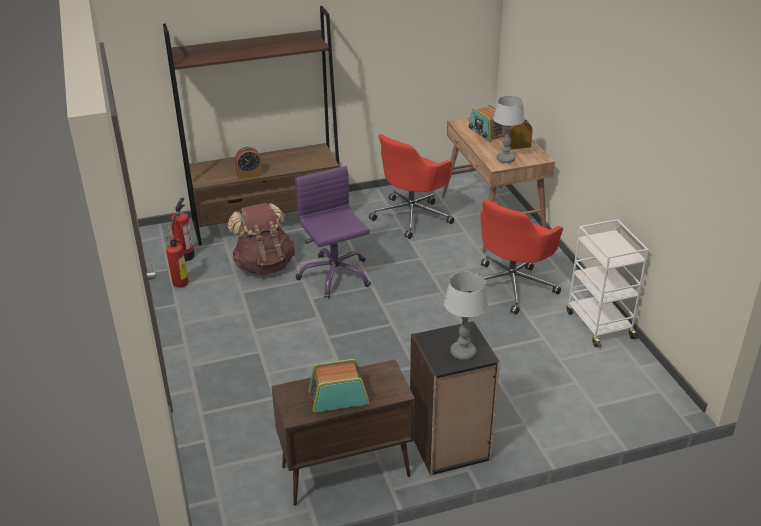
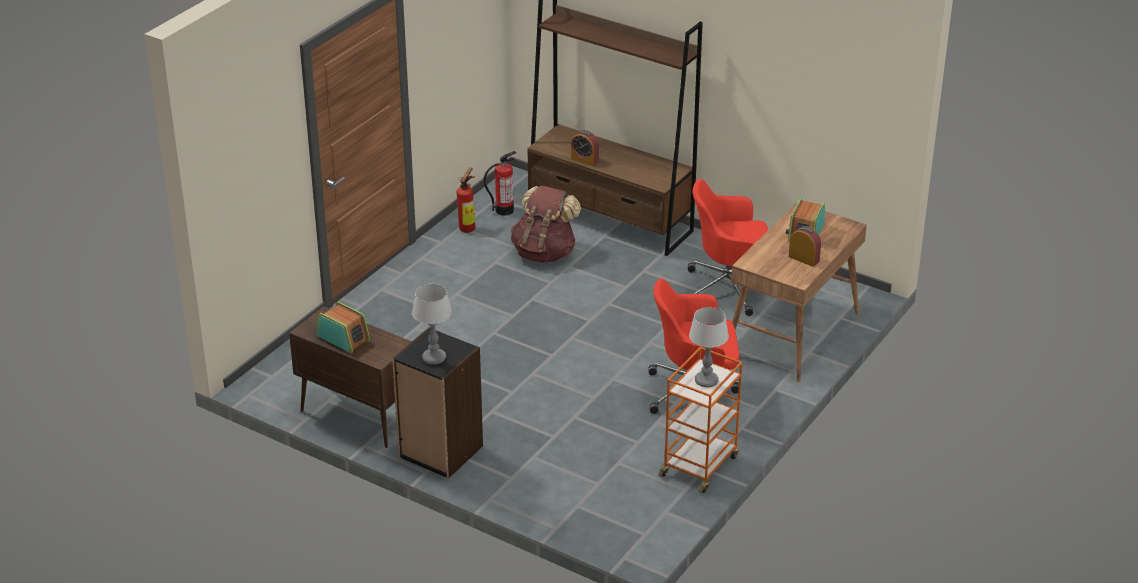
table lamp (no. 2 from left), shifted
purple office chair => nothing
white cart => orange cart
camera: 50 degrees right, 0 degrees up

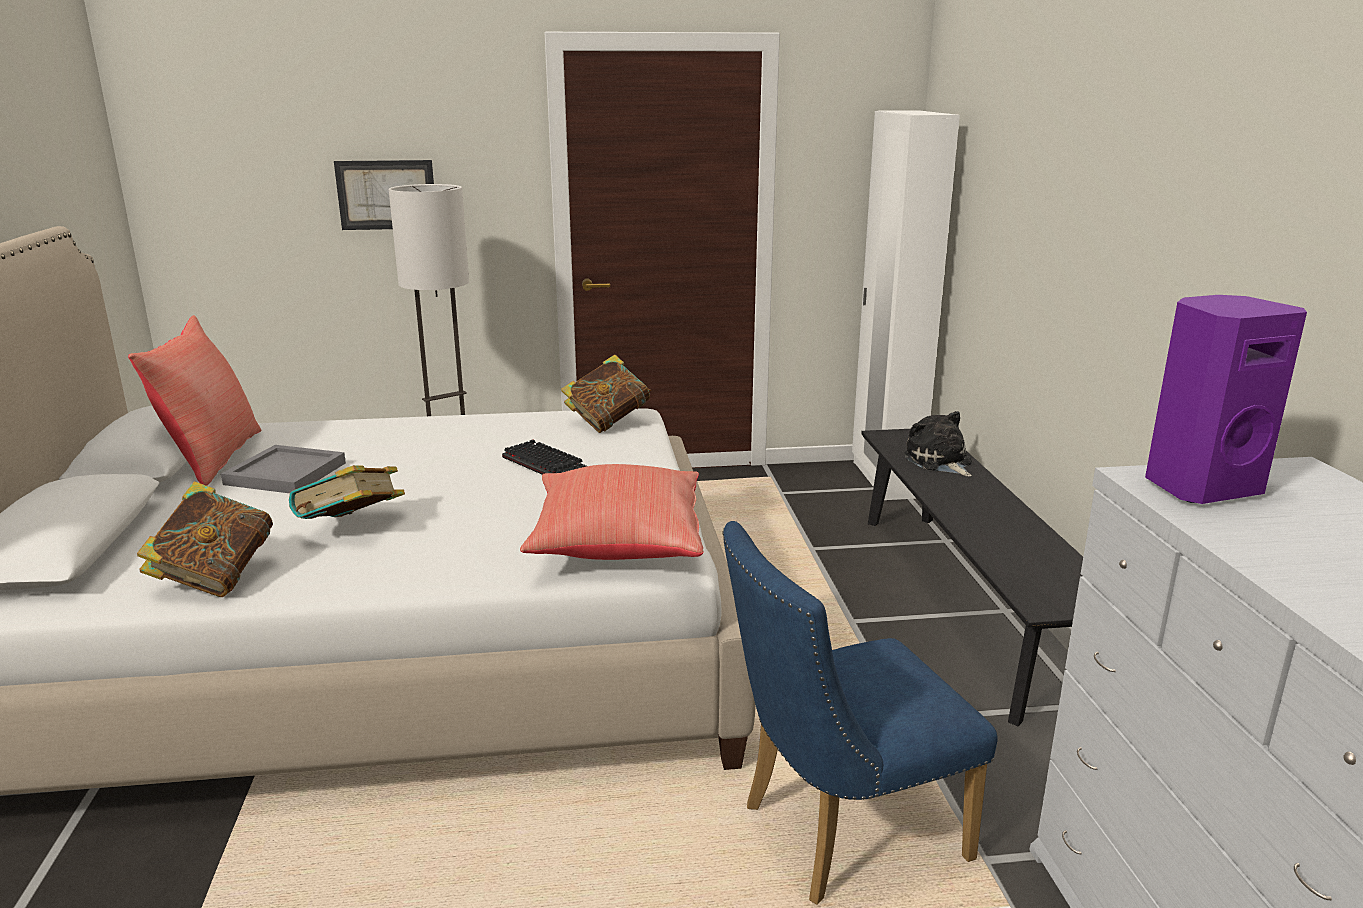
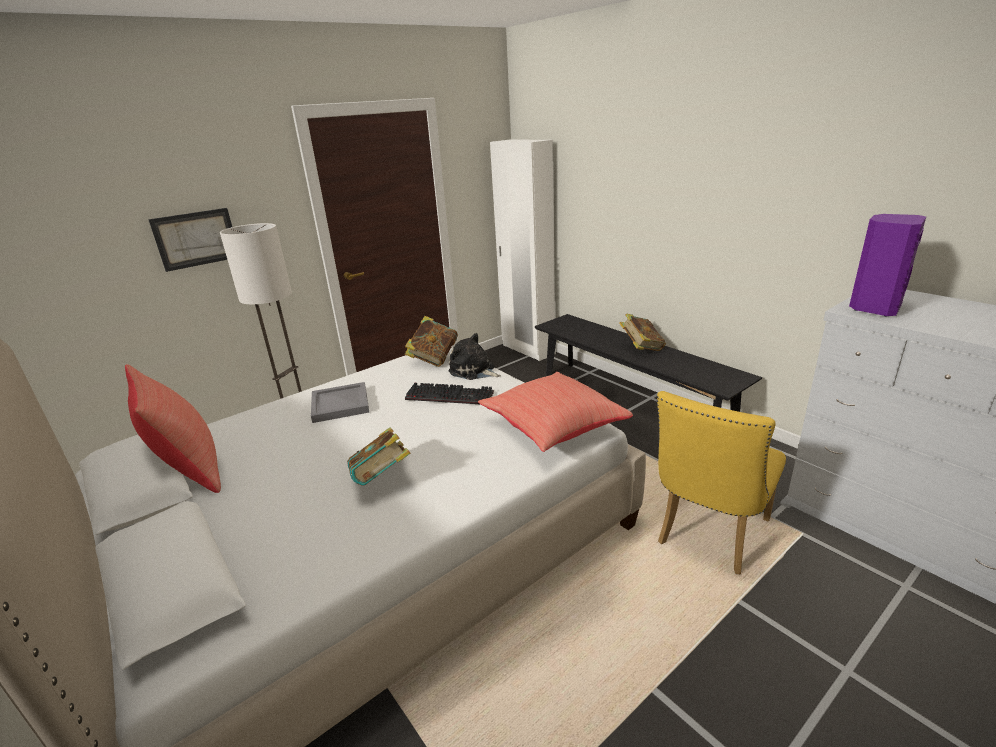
plush toy, shifted
grey tray, shifted
book (no. 1 from left in the first image) => book (no. 3 from left), shifted
blue chair => yellow chair
camera: 30 degrees left, 5 degrees up

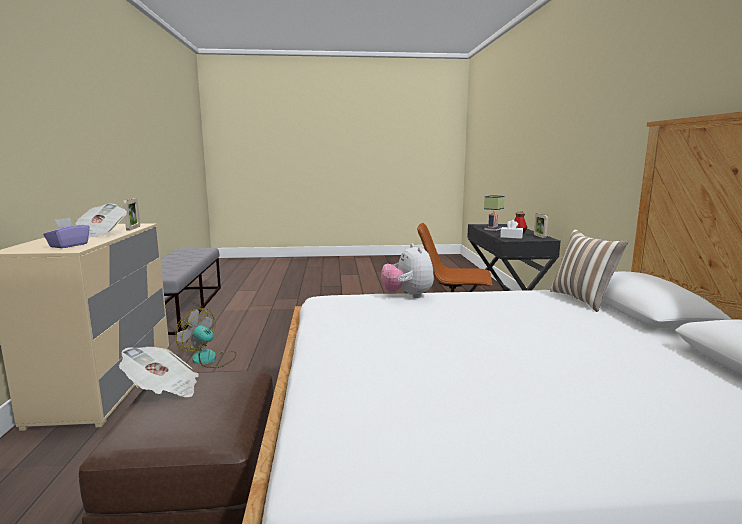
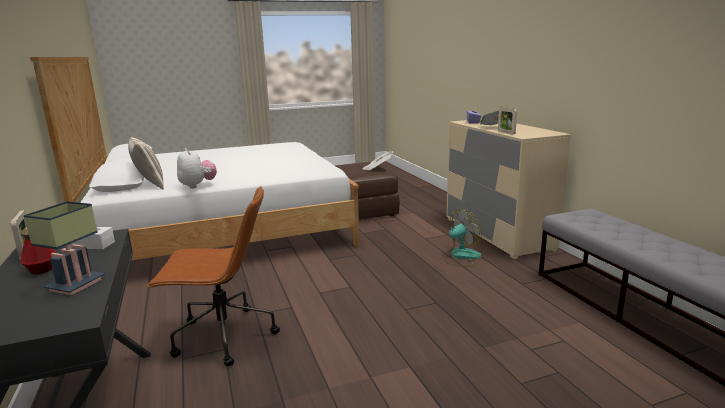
plush toy, shifted
fan, 45 degrees counterclockwise
camera: 165 degrees right, 5 degrees up

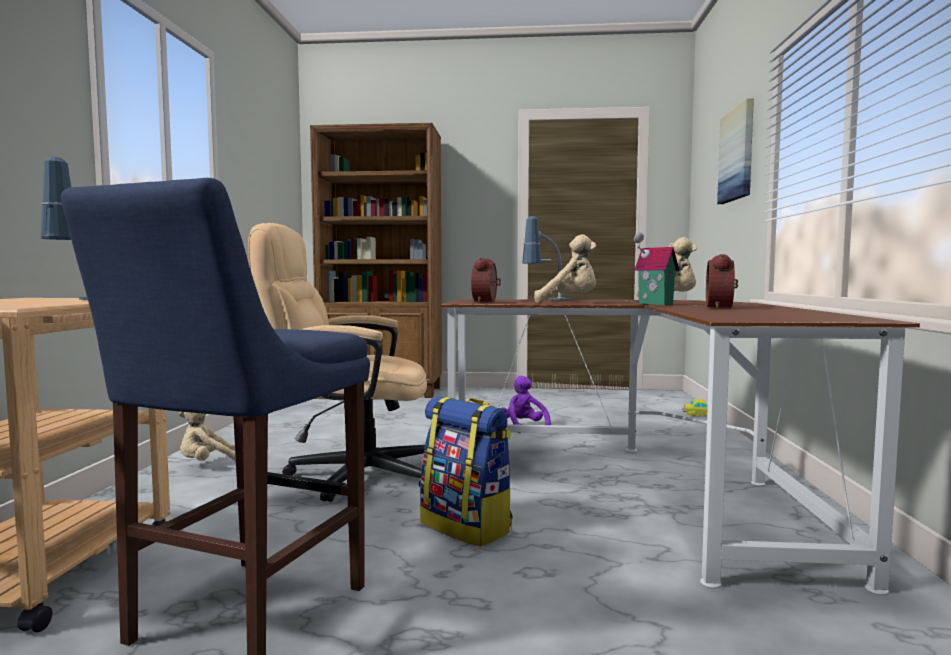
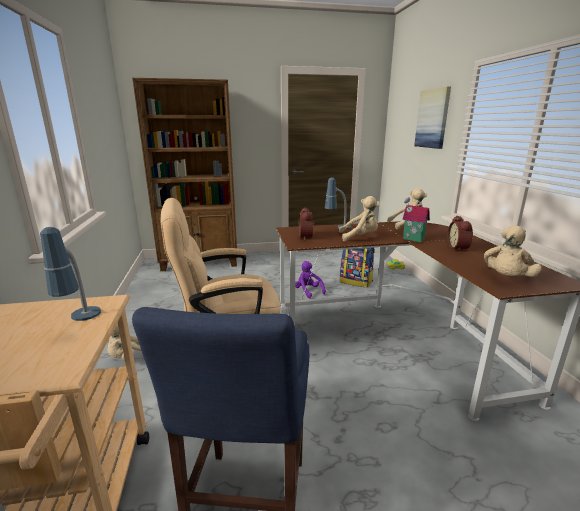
backpack, shifted
nothing => beige plush toy (no. 4 from left)
camera: 15 degrees left, 15 degrees up

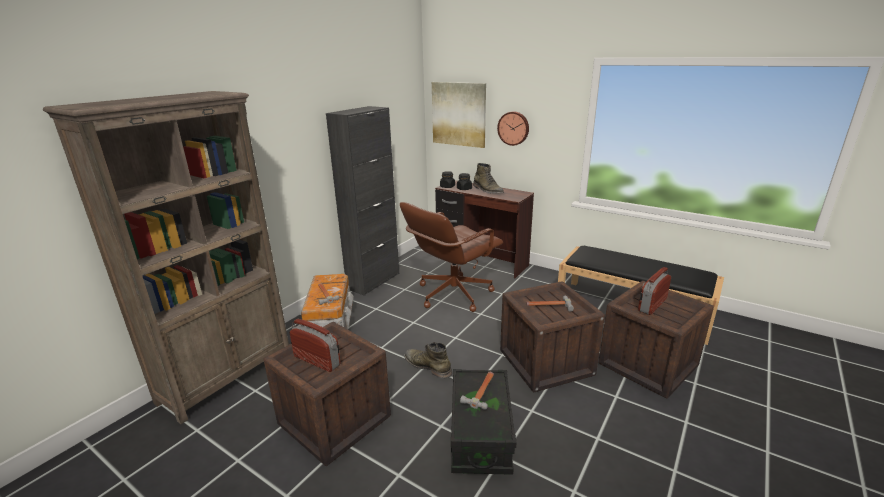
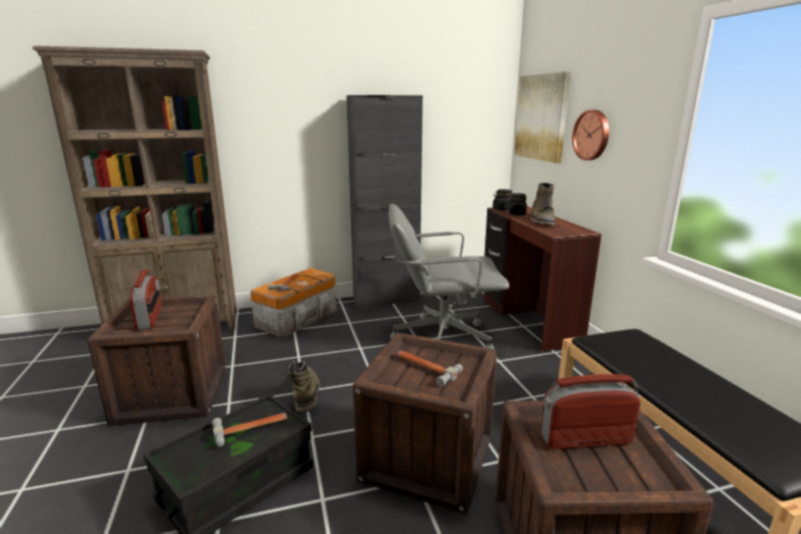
brown office chair => grey office chair
camera: 40 degrees right, 5 degrees down

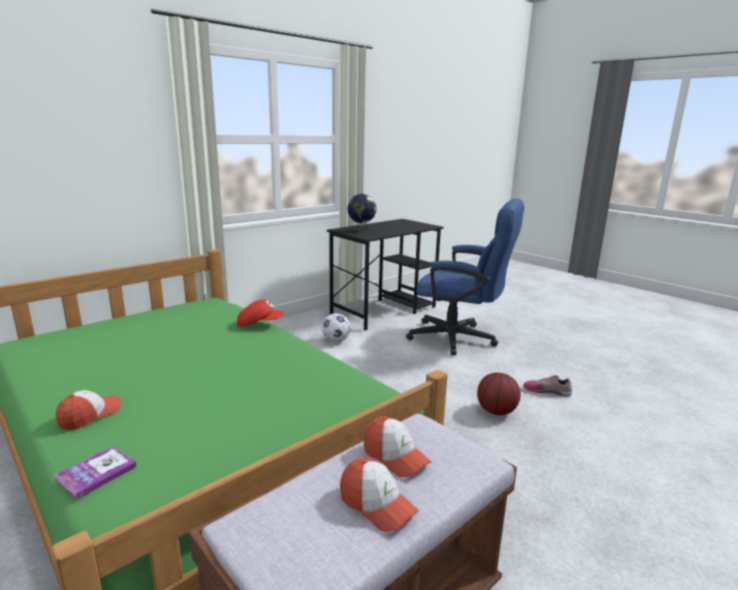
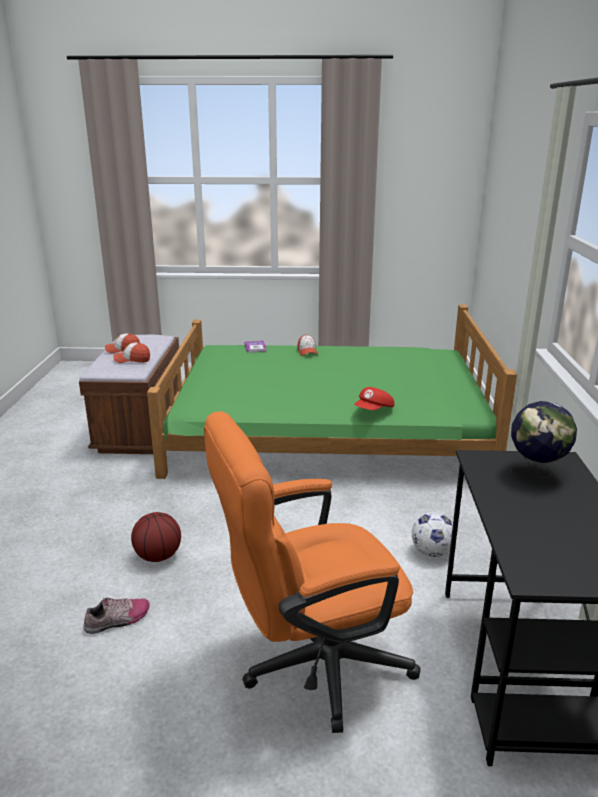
blue office chair => orange office chair
camera: 135 degrees right, 5 degrees up

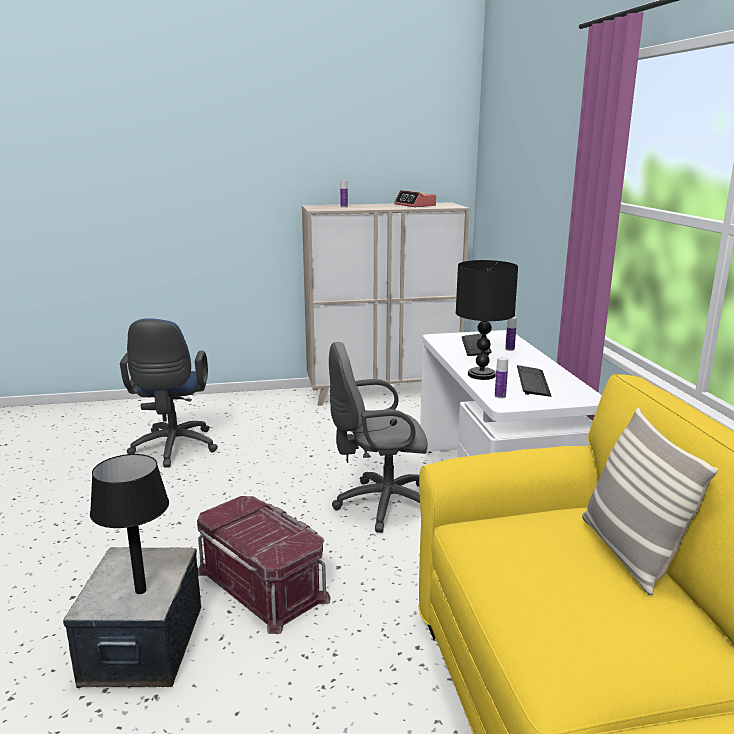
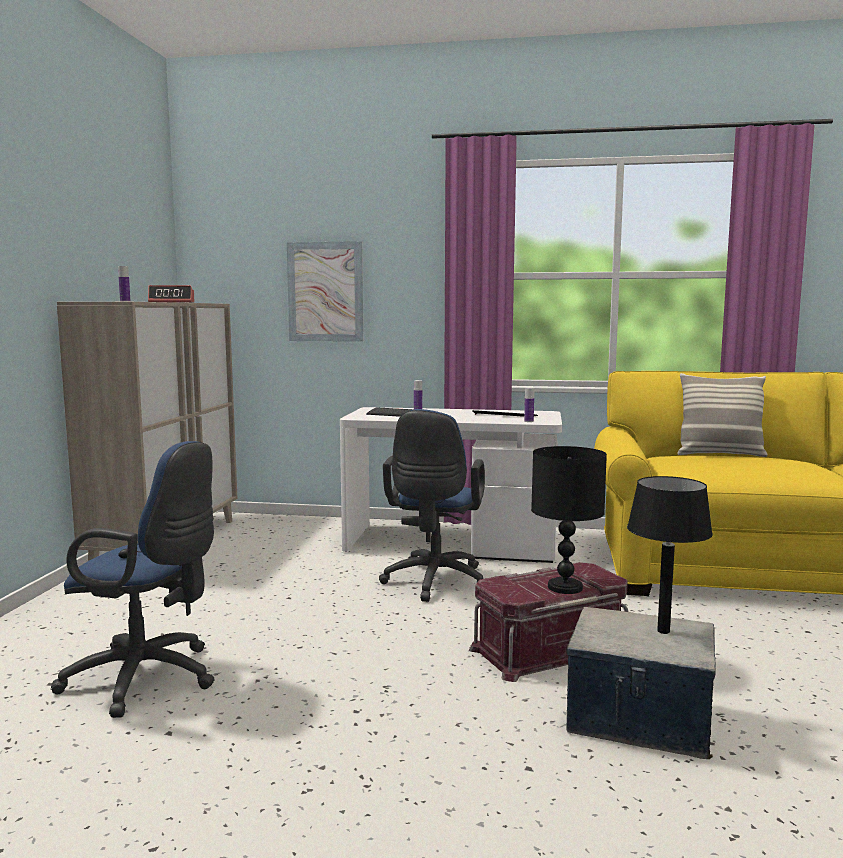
black table lamp (no. 2 from left in the first image) => black table lamp (no. 1 from left), shifted
grey office chair => blue office chair (no. 2 from left)
nothing => picture
camera: 70 degrees left, 10 degrees down

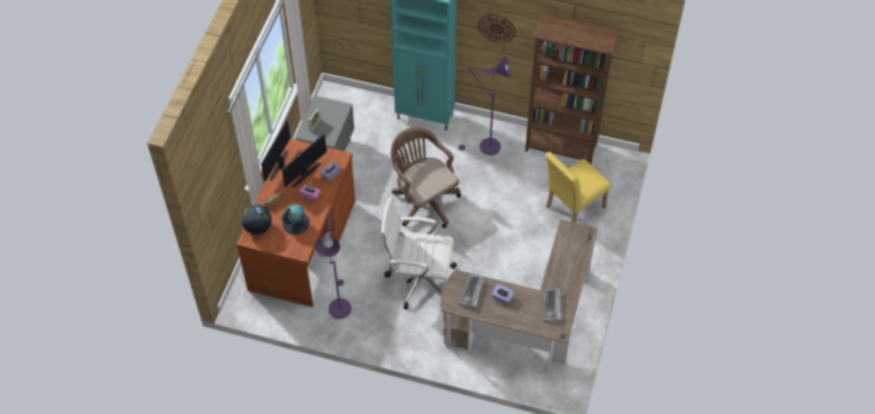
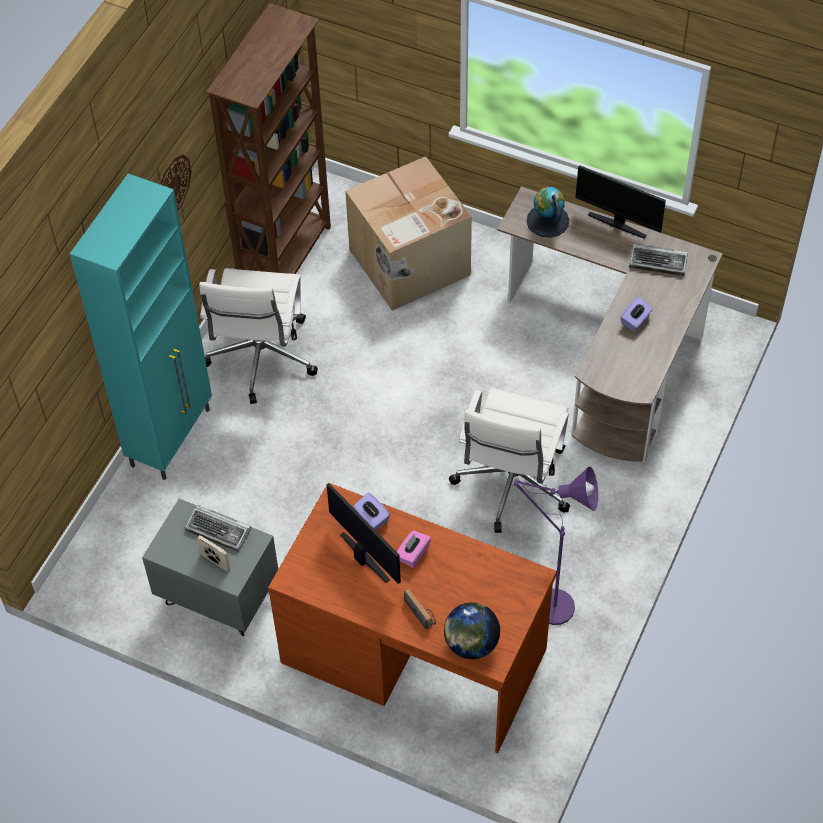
purple floor lamp (no. 2 from left) => white office chair (no. 1 from left)
monitor (no. 1 from left in the first image) => monitor (no. 2 from left), shifted
brown office chair => nothing
yellow chair => cardboard box
globe (no. 2 from left), shifted
keyboard (no. 1 from left), shifted
camera: 80 degrees left, 0 degrees up

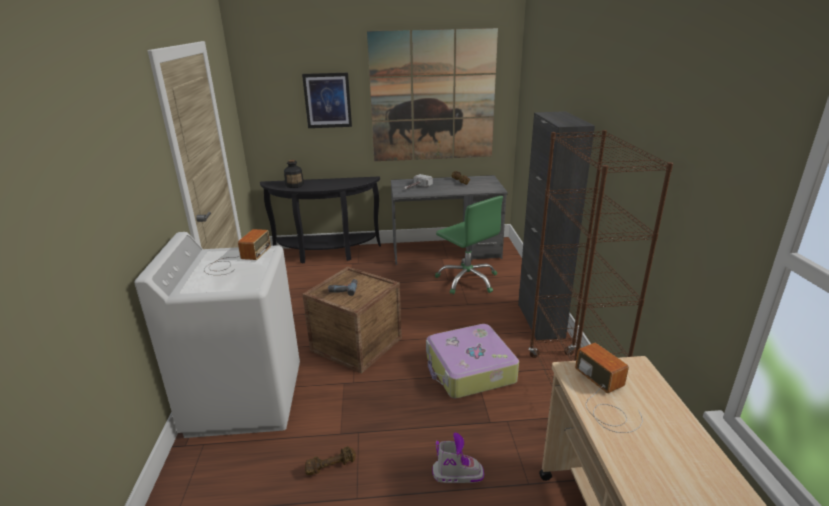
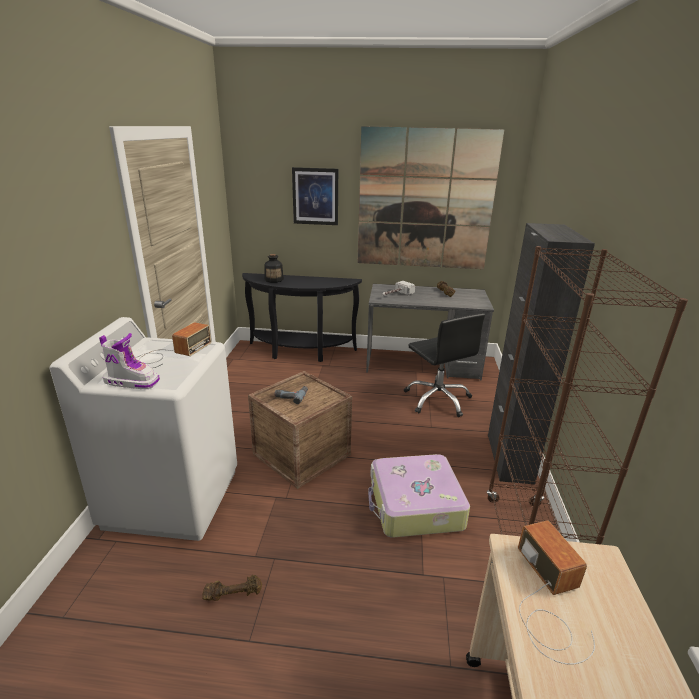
green office chair => black office chair
boot, shifted
camera: 10 degrees right, 0 degrees up

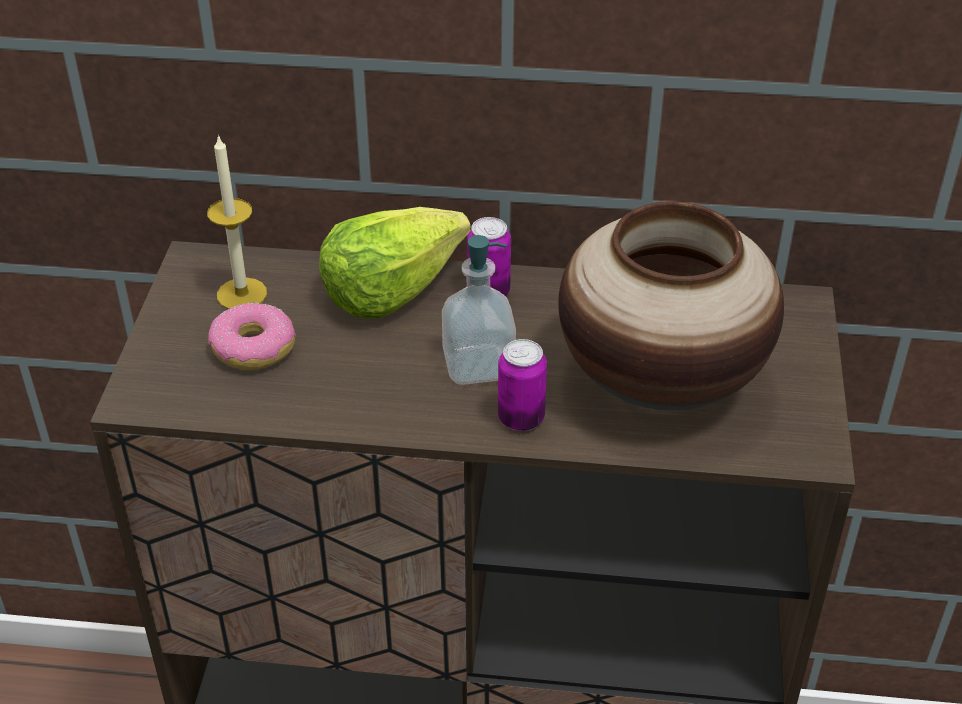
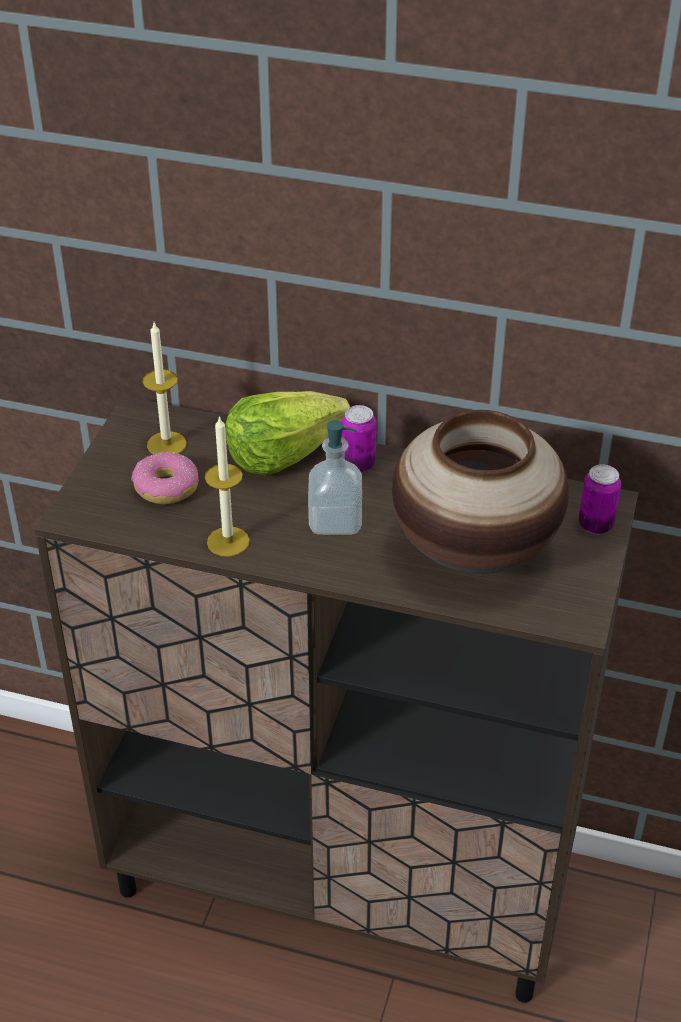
can (no. 2 from left), shifted
nothing => candle (no. 2 from left)
camera: 10 degrees right, 0 degrees up

